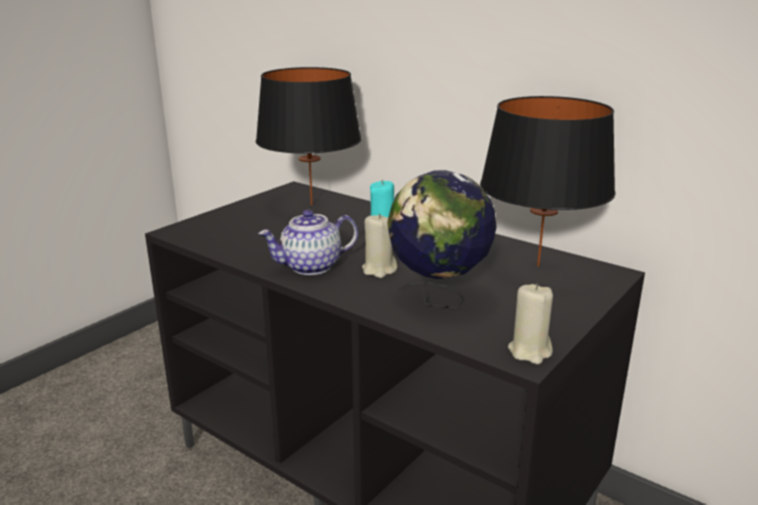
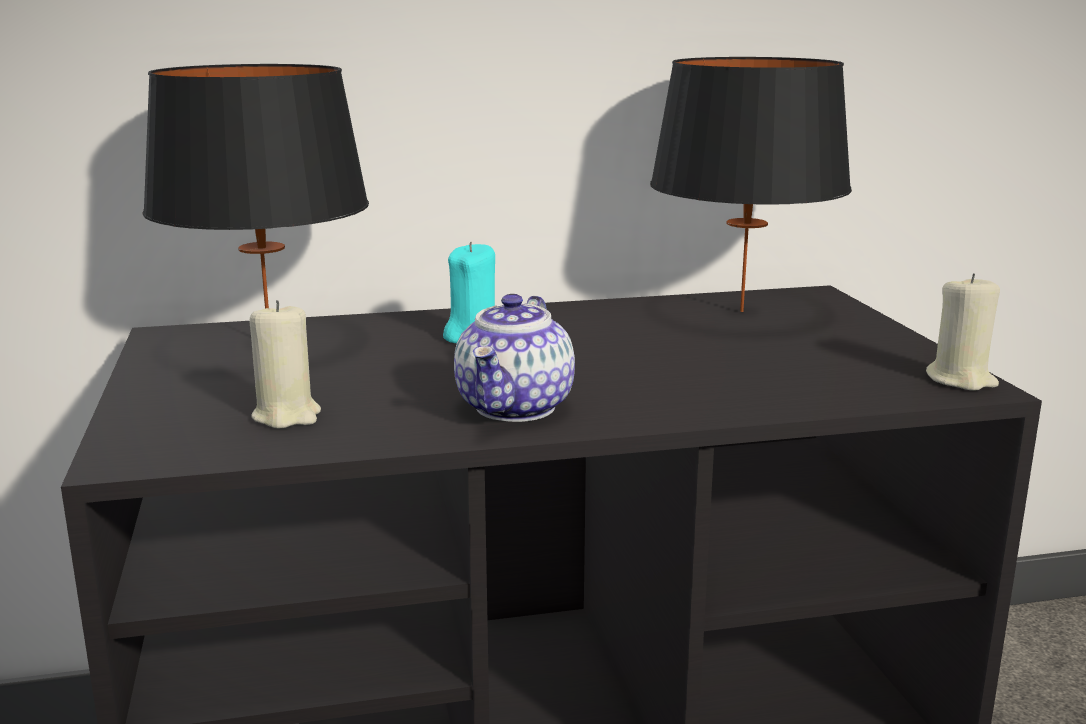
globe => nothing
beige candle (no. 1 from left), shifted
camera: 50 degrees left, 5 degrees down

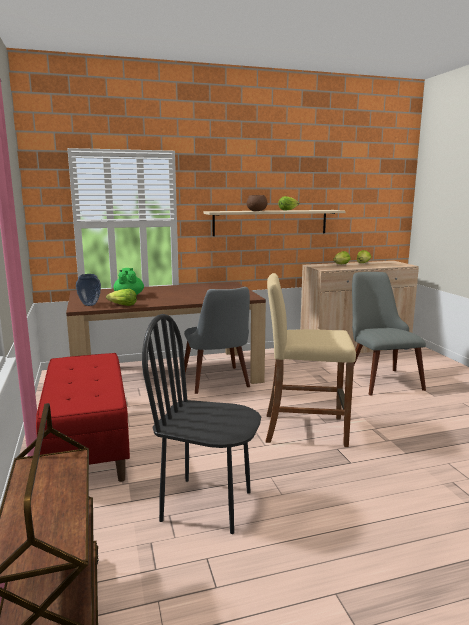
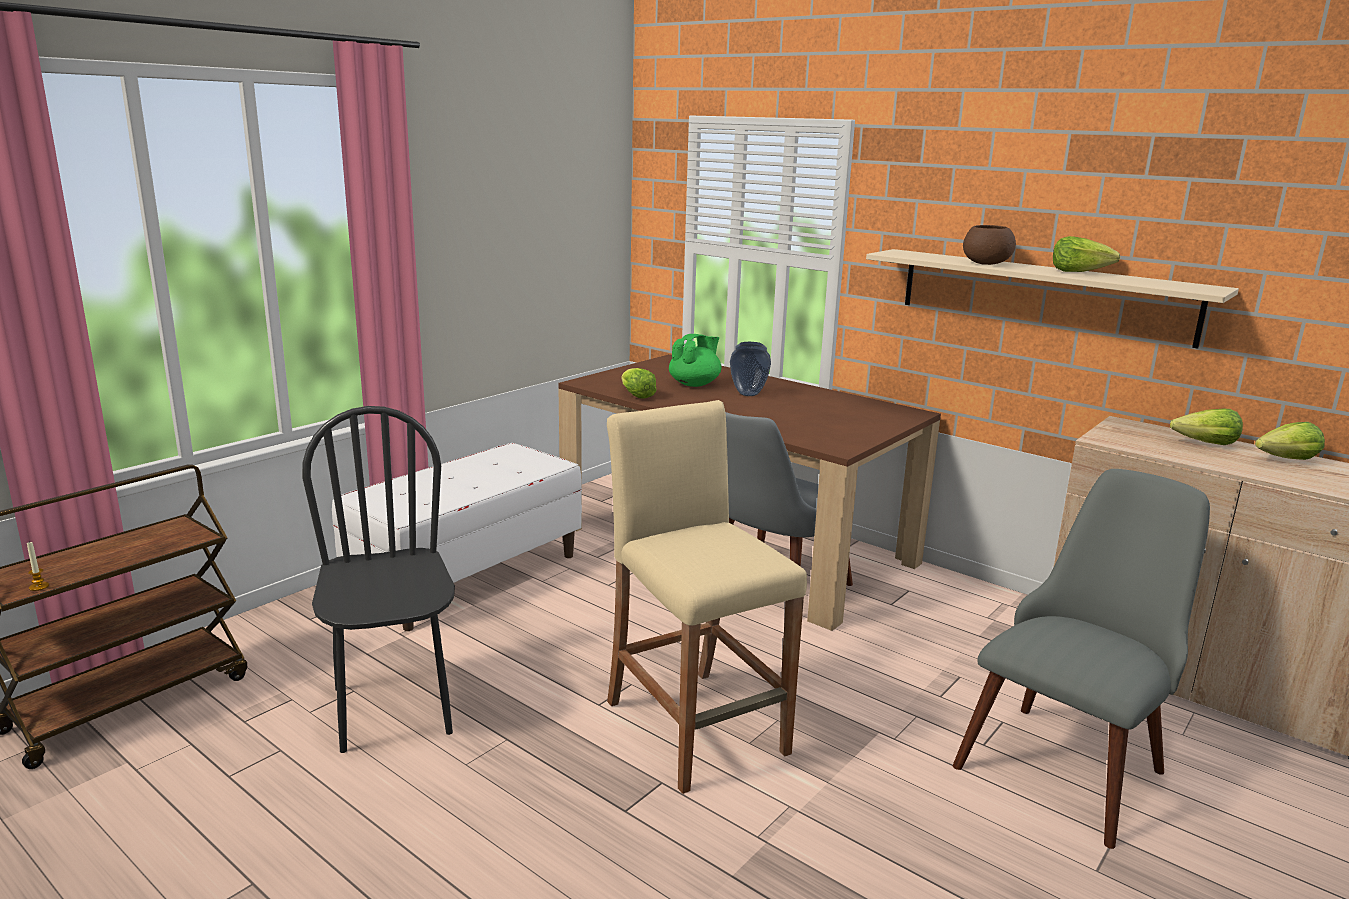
vase, shifted
red bench => white bench
nothing => candle
camera: 55 degrees right, 5 degrees up

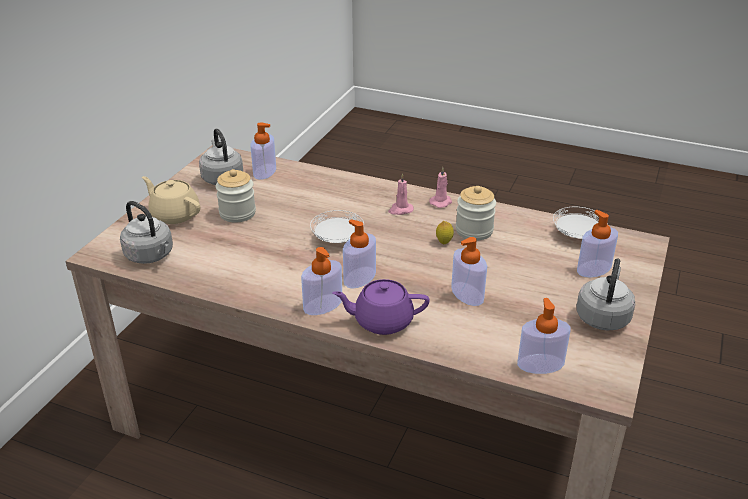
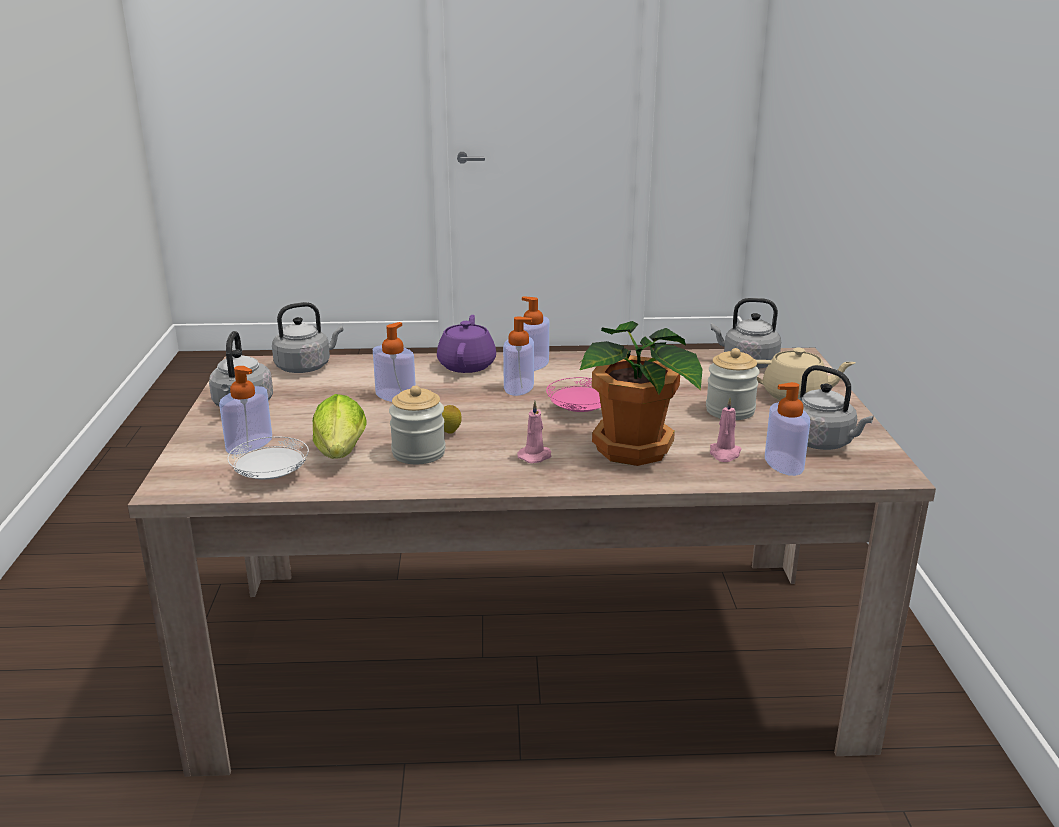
pink candle (no. 2 from left), shifted
white plate (no. 1 from left) => pink plate
purple teapot, 60 degrees counterclockwise
soap dispenser (no. 5 from left) => grey kettle (no. 2 from left)
nothing => potted plant
nothing => lettuce
camera: 155 degrees right, 10 degrees down

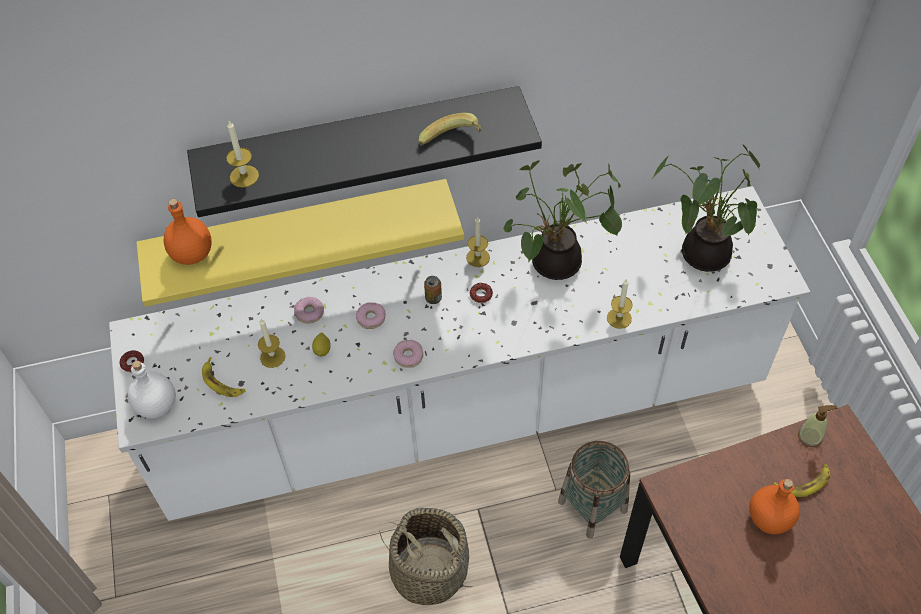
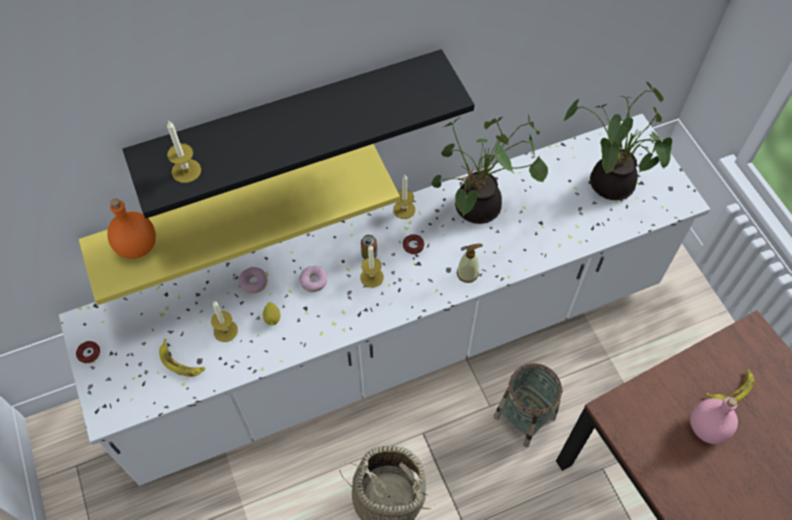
banana (no. 2 from left) => nothing
candle (no. 4 from left in the first image) => candle (no. 3 from left), shifted
donut (no. 4 from left) => nothing
white bottle => nothing
soap dispenser, shifted
orange bottle (no. 2 from left) => pink bottle
camera: 10 degrees left, 5 degrees up

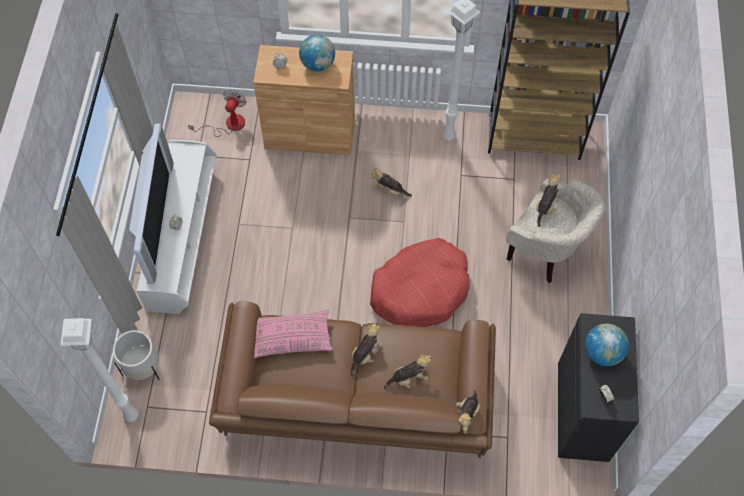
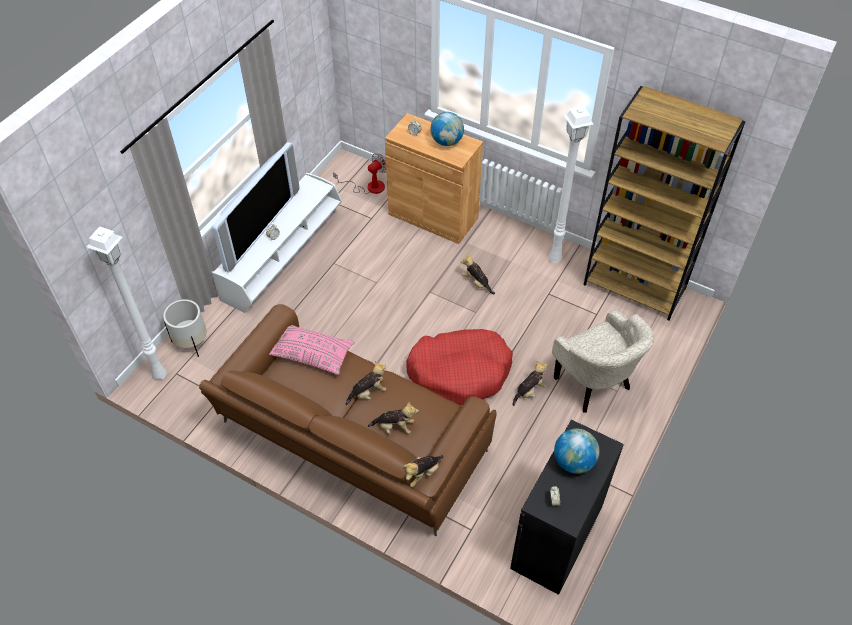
plush toy (no. 5 from left), shifted
camera: 25 degrees right, 10 degrees down

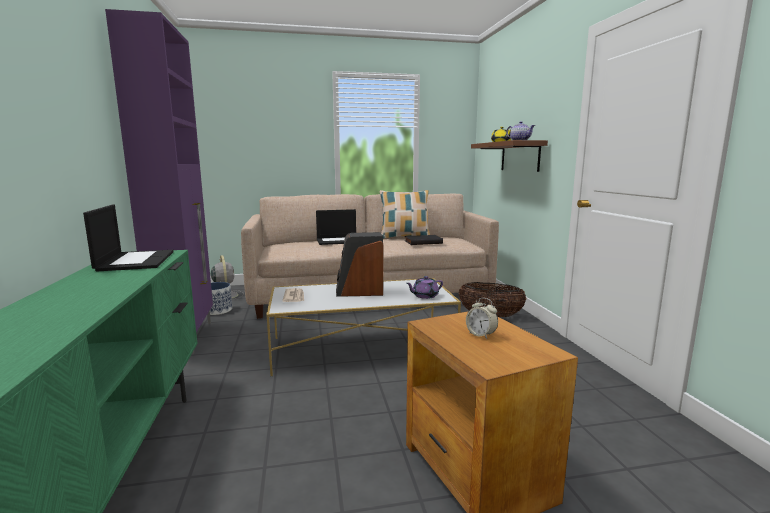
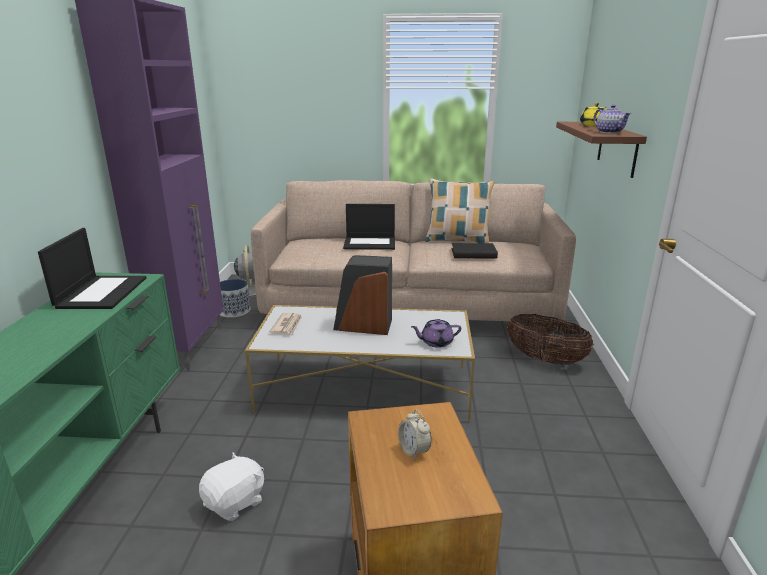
nothing => white plush toy
camera: 15 degrees right, 10 degrees up

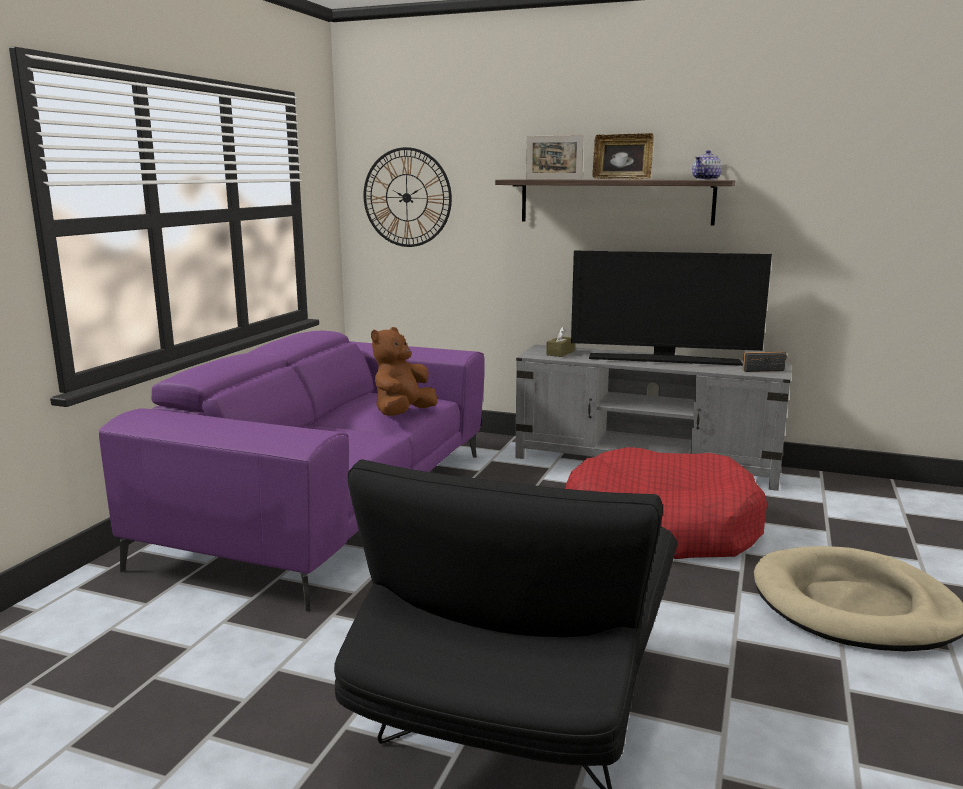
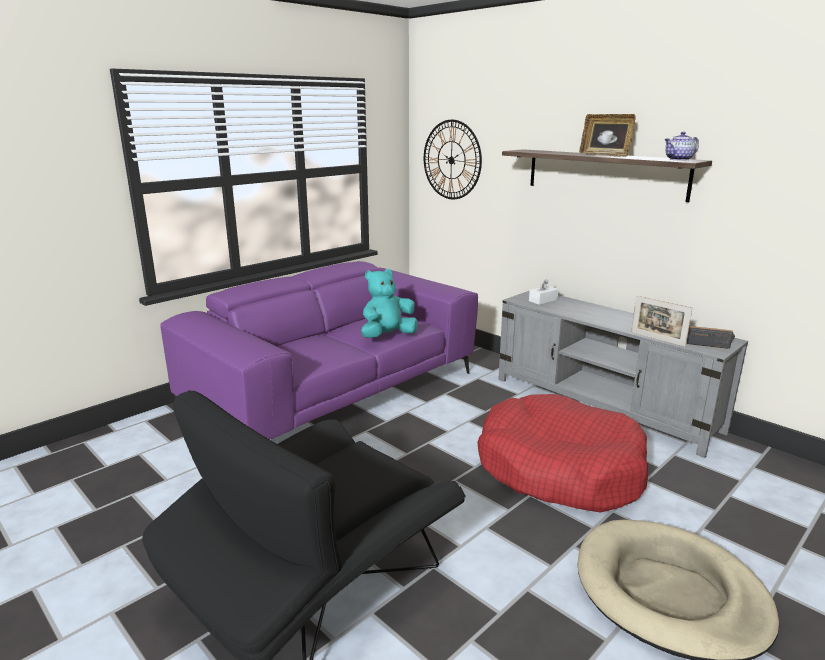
picture frame (no. 1 from left in the first image) => picture frame (no. 2 from left), shifted
television => nothing
brown plush toy => turquoise plush toy
brown tissue box => white tissue box
camera: 25 degrees right, 5 degrees up

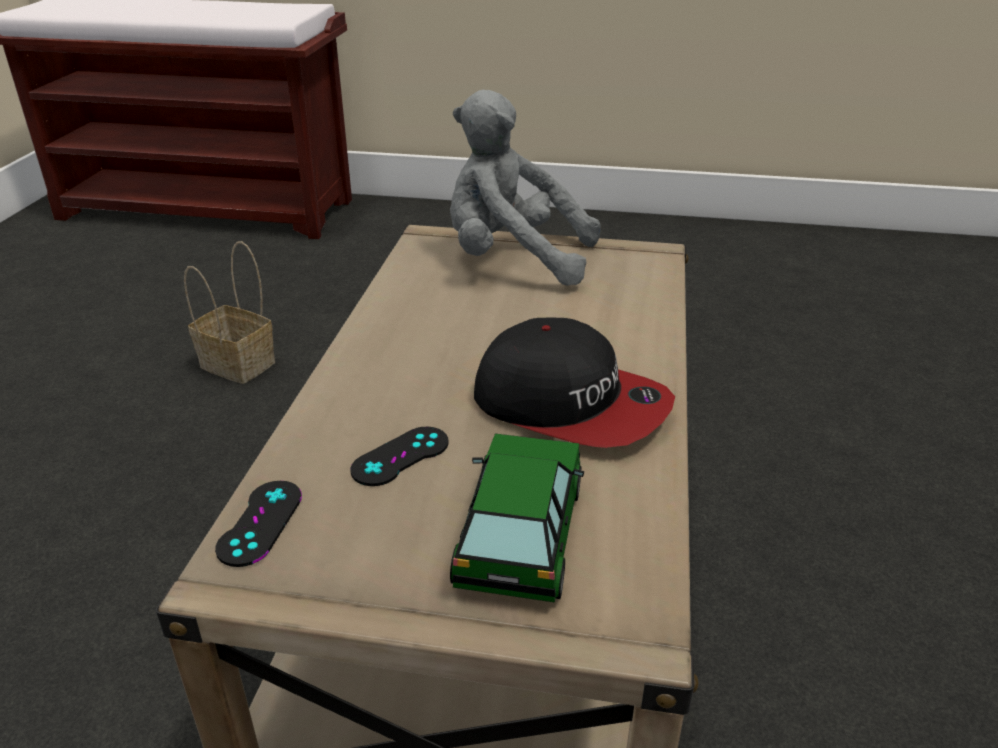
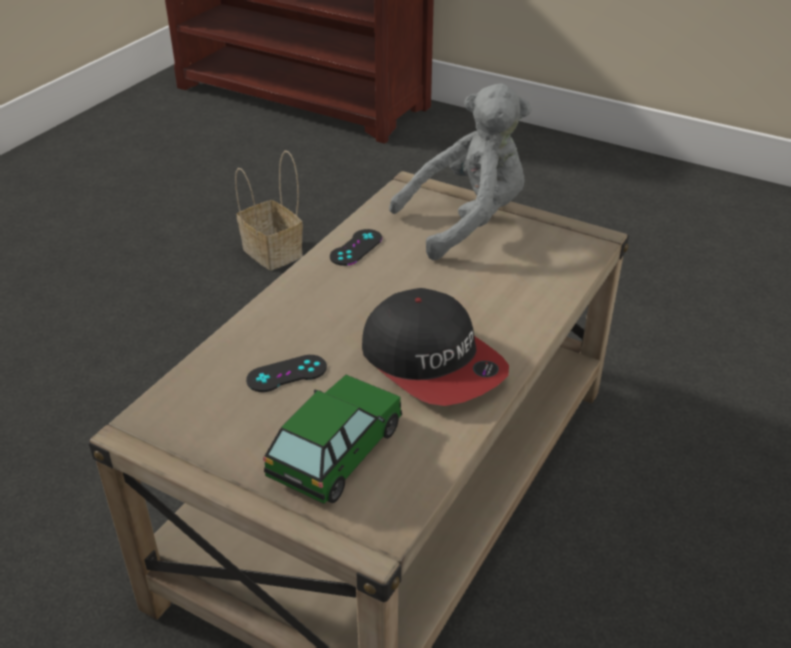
grey plush toy, 120 degrees clockwise
black game controller (no. 1 from left in the first image) => black game controller (no. 2 from left), shifted
camera: 20 degrees right, 5 degrees up

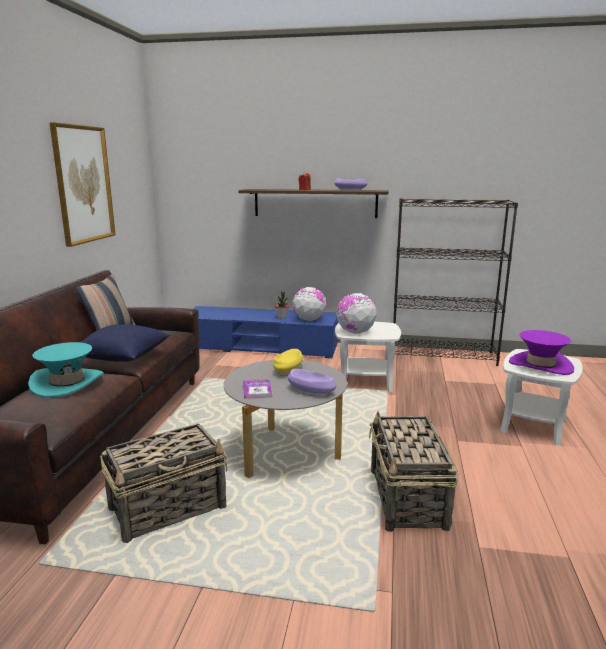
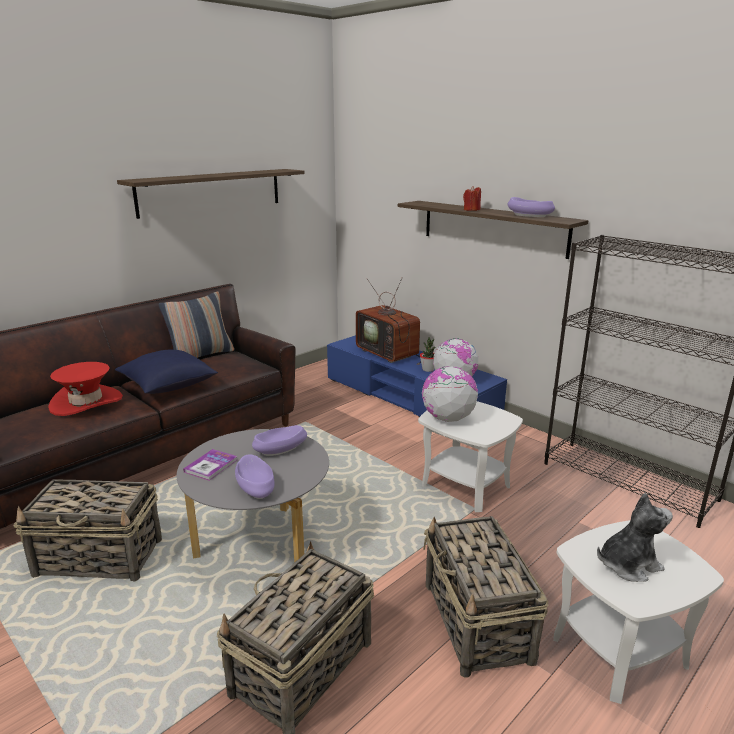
picture => shelf (no. 1 from left)
purple hat => plush toy
turquoise hat => red hat
yellow bowl => purple bowl (no. 2 from left)
nothing => television
nothing => basket (no. 3 from left)
camera: 35 degrees right, 5 degrees up

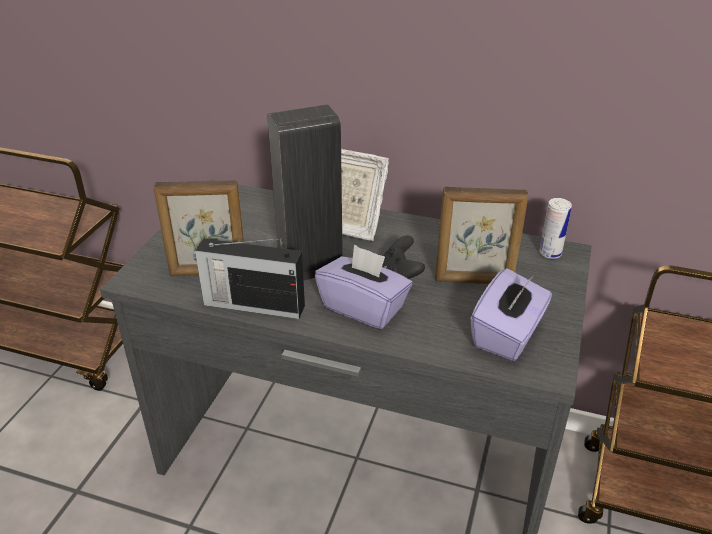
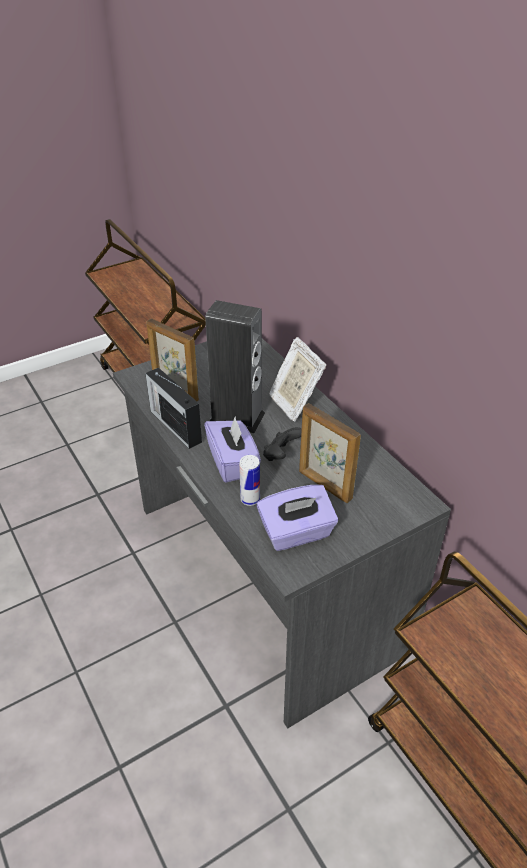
can, shifted
camera: 40 degrees right, 5 degrees up

